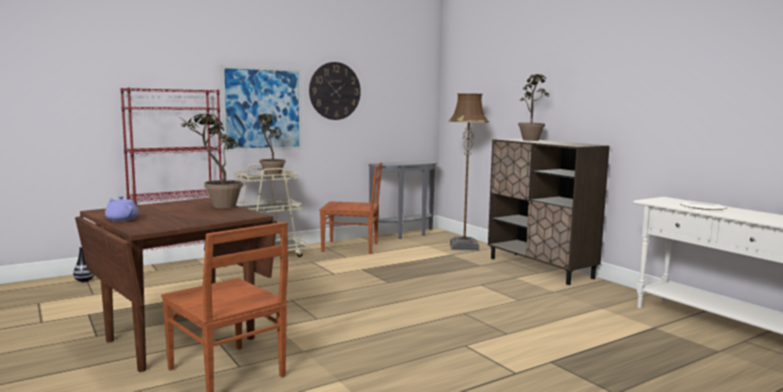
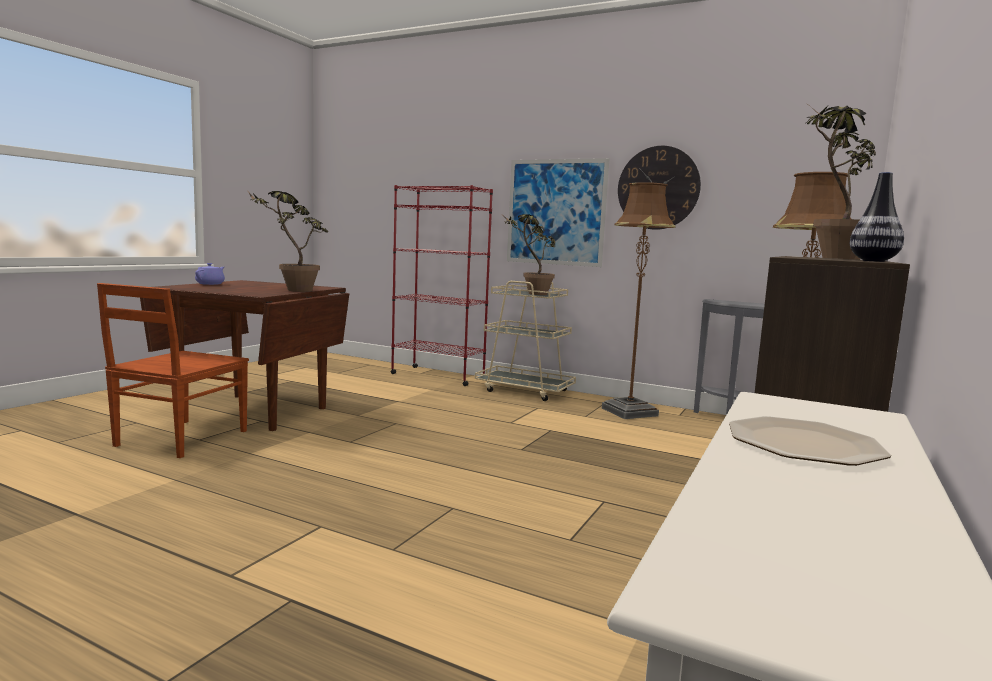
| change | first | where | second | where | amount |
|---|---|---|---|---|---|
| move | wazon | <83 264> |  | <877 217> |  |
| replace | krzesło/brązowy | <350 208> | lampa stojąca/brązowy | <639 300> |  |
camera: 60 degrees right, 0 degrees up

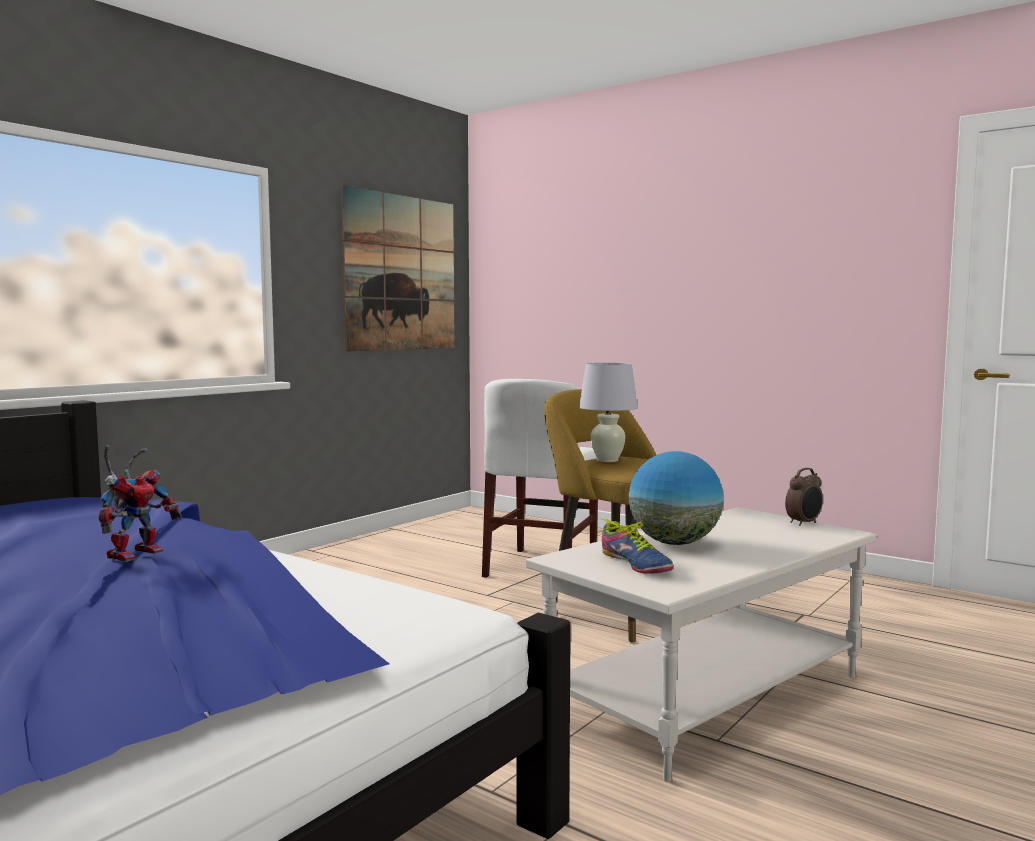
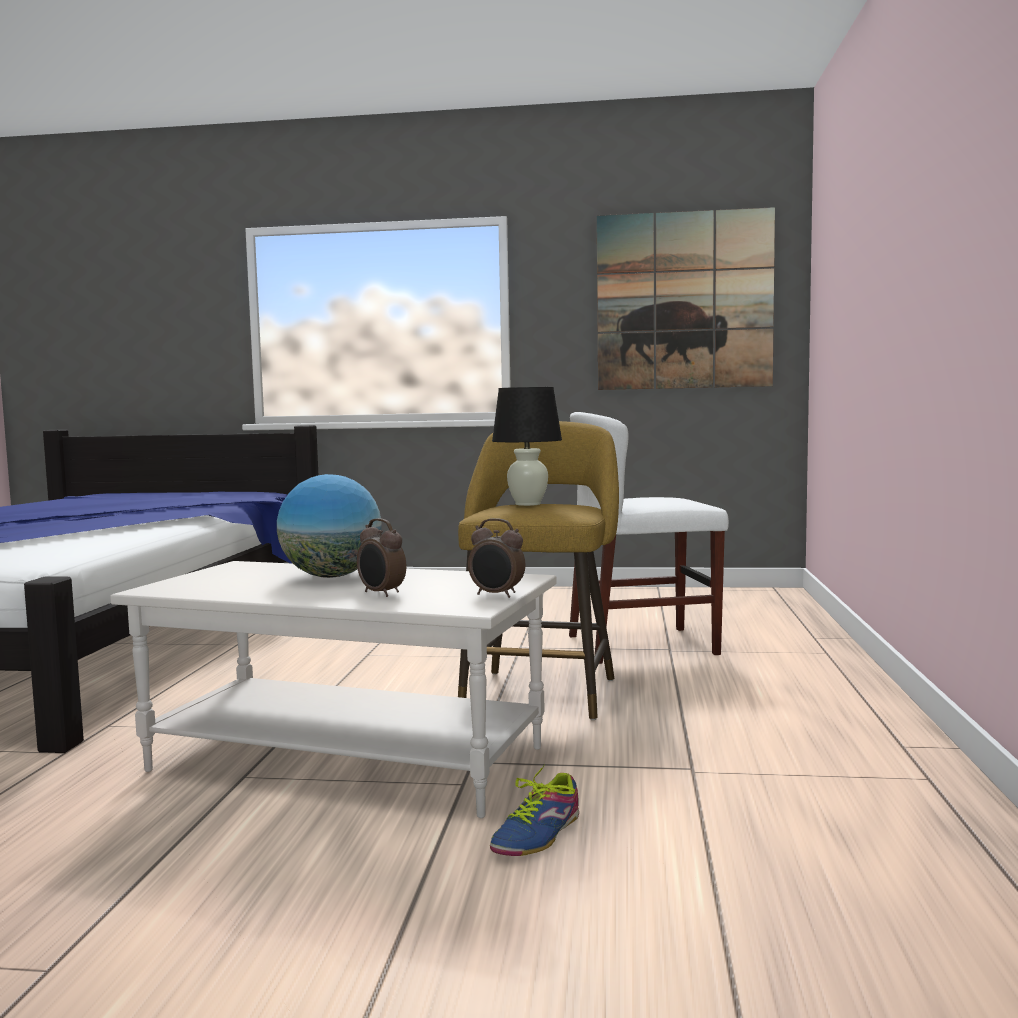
| change | first | where | second | where | amount |
|---|---|---|---|---|---|
| delete | robot zabawkowy | <140 503> |  |  |  |
| recolor | lampa stołowa/biały | <608 412> | lampa stołowa/czarny | <527 446> |  |
| move | but | <636 546> |  | <534 810> |  |
| insert |  |  | budzik | <381 557> |  |
camera: 60 degrees right, 0 degrees up

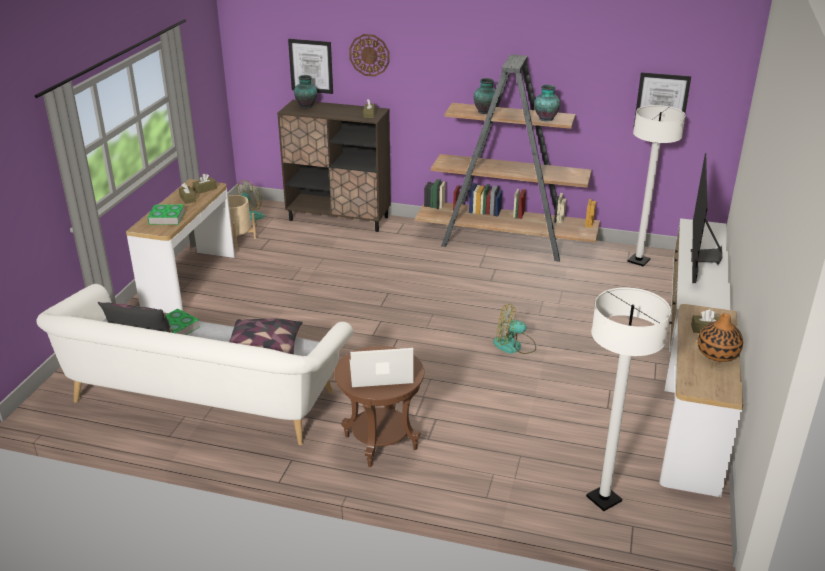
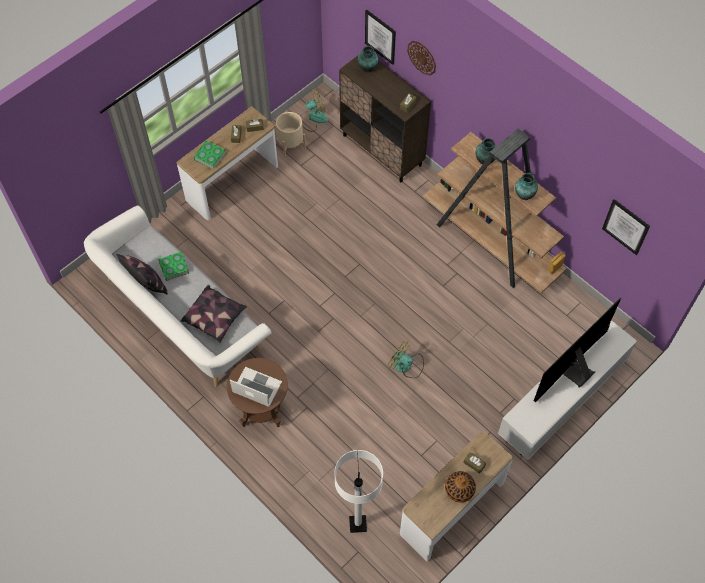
| change | first | where | second | where | amount |
|---|---|---|---|---|---|
| delete | lampa stojąca/biały | <656 186> |  |  |  |
camera: 30 degrees right, 30 degrees up

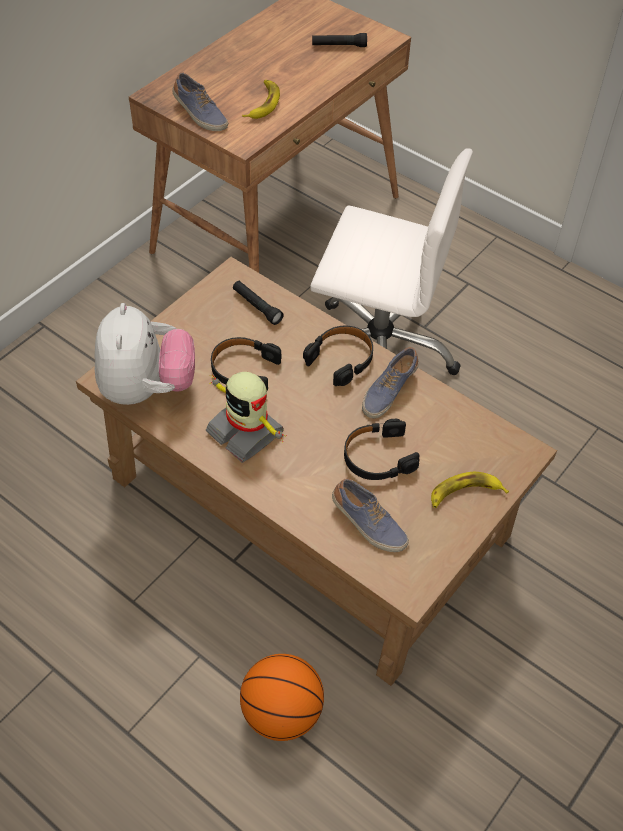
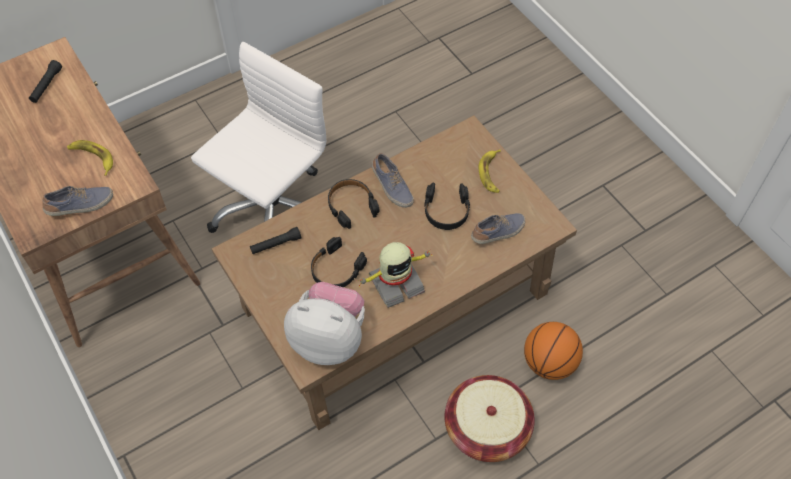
| change | first | where | second | where | amount |
|---|---|---|---|---|---|
| insert |  |  | koszyk | <489 418> |  |
camera: 70 degrees left, 5 degrees up

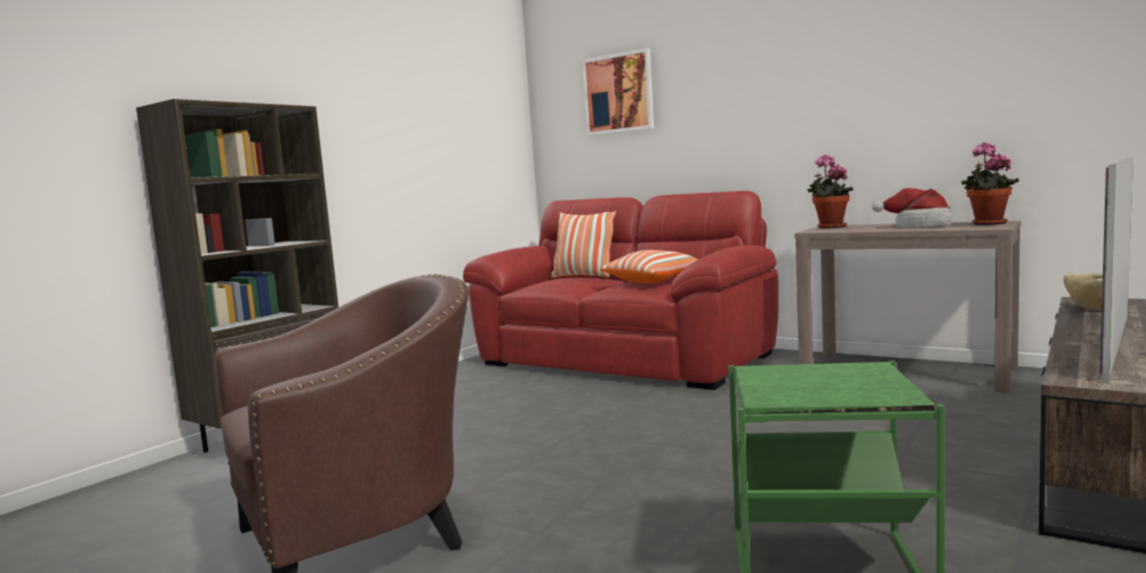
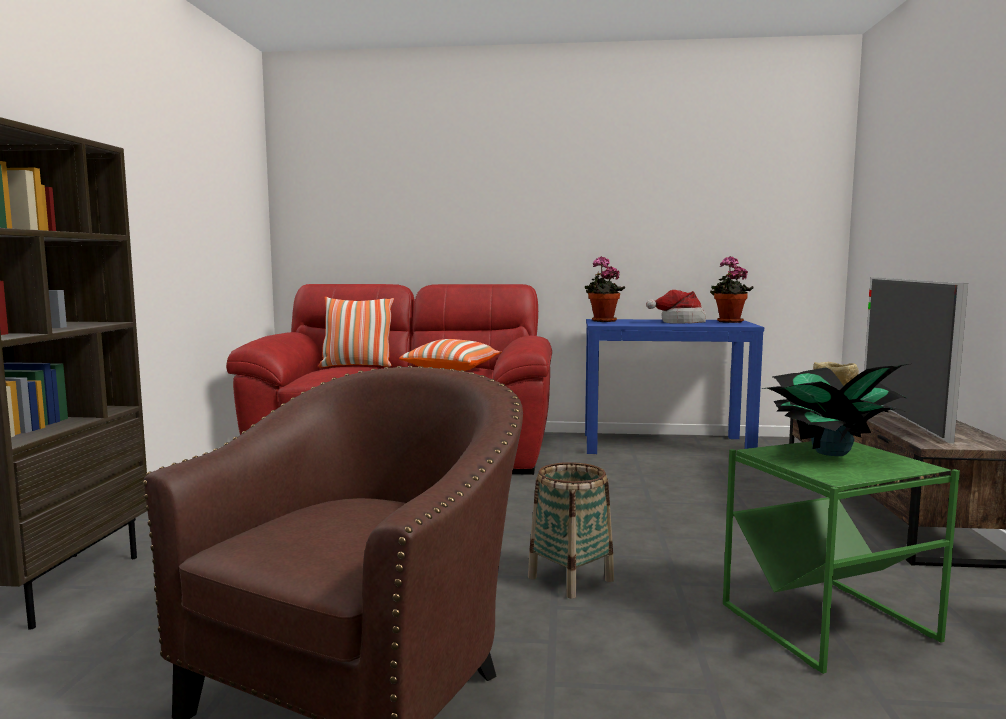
| change | first | where | second | where | amount |
|---|---|---|---|---|---|
| delete | obraz | <618 92> |  |  |  |
| recolor | stolik konsolowy/brązowy | <907 307> | stolik konsolowy/niebieski | <674 386> |  |
| insert |  |  | koszyk | <571 530> |  |
| insert |  |  | roślina doniczkowa | <835 410> |  |
camera: 30 degrees left, 0 degrees up

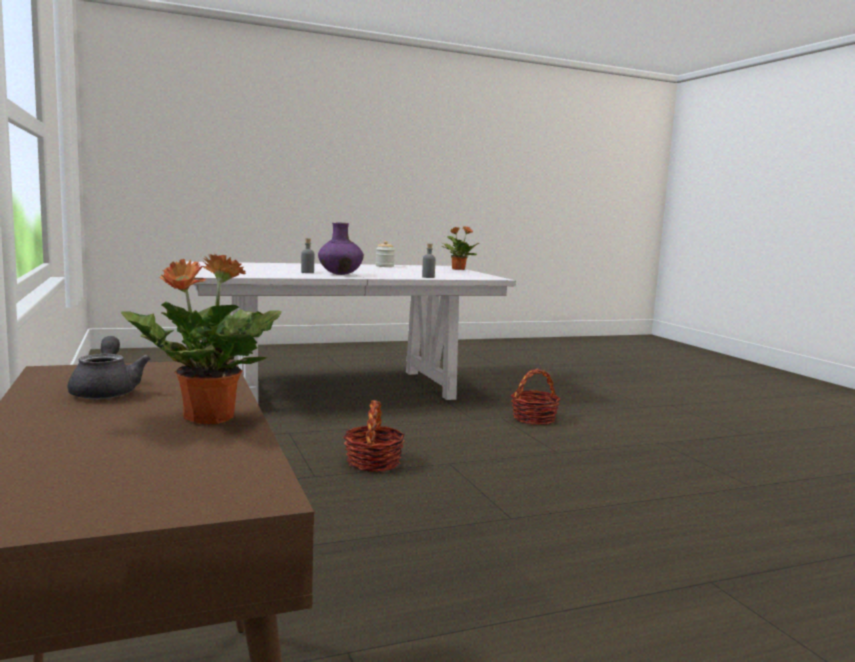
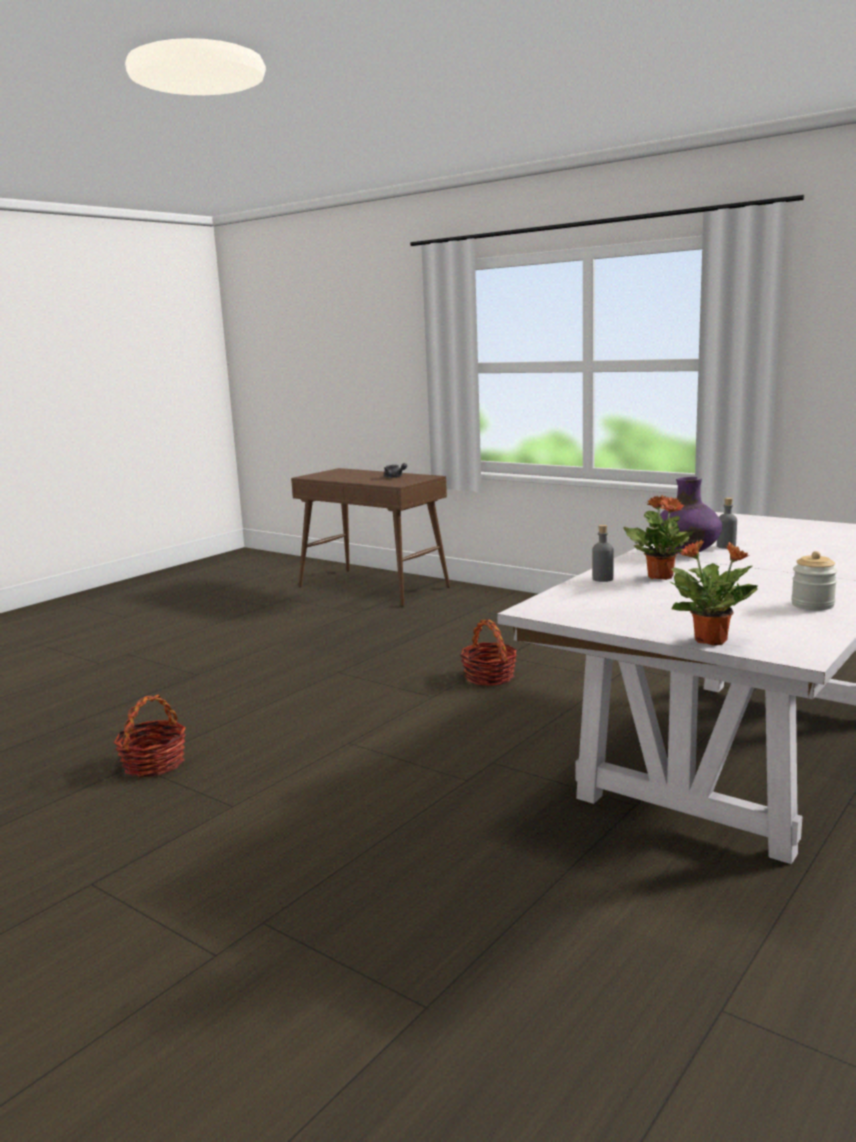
| change | first | where | second | where | amount |
|---|---|---|---|---|---|
| move | roślina doniczkowa | <201 339> |  | <659 537> |  |
| move | koszyk | <536 397> |  | <149 736> |  |
camera: 150 degrees right, 5 degrees up

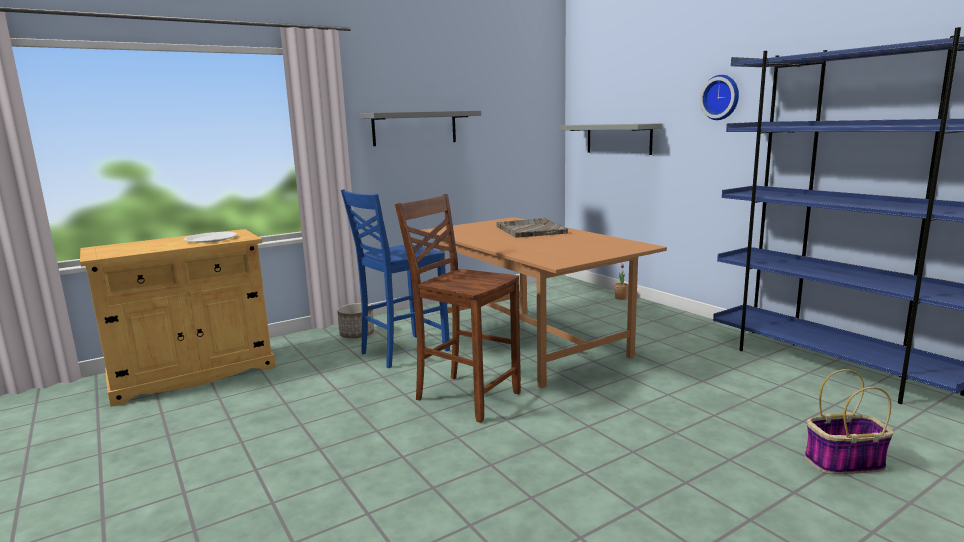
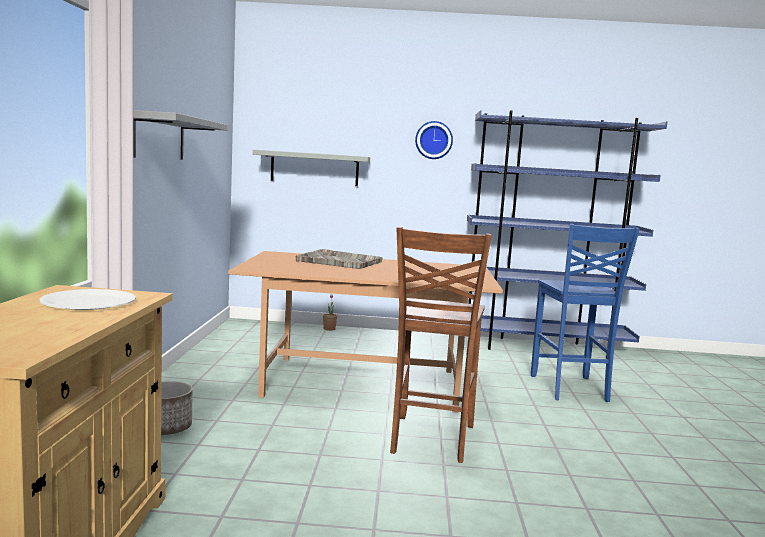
| change | first | where | second | where | amount |
|---|---|---|---|---|---|
| move | krzesło/niebieski | <395 278> |  | <585 313> |  |
| rotate | krzesło/brązowy | <458 308> |  | <441 345> | 60 degrees counterclockwise |
| delete | koszyk | <849 421> |  |  |  |
camera: 55 degrees left, 5 degrees down

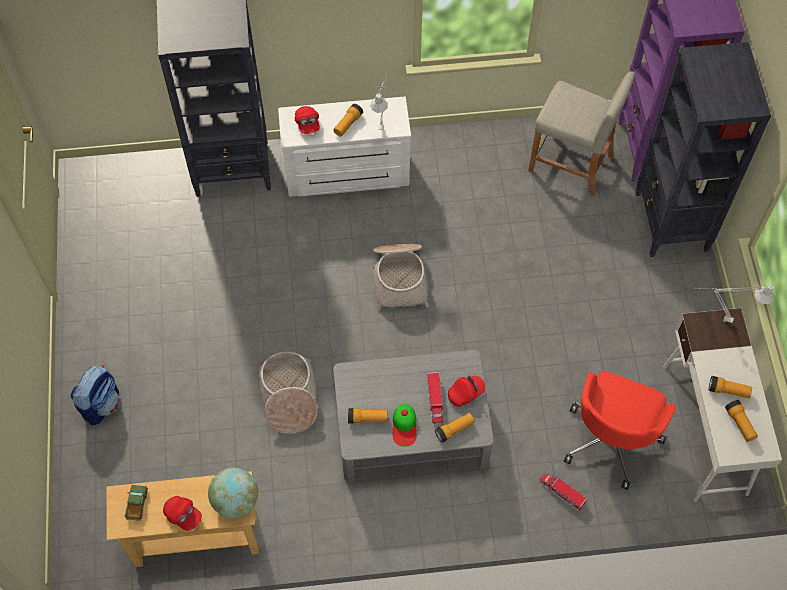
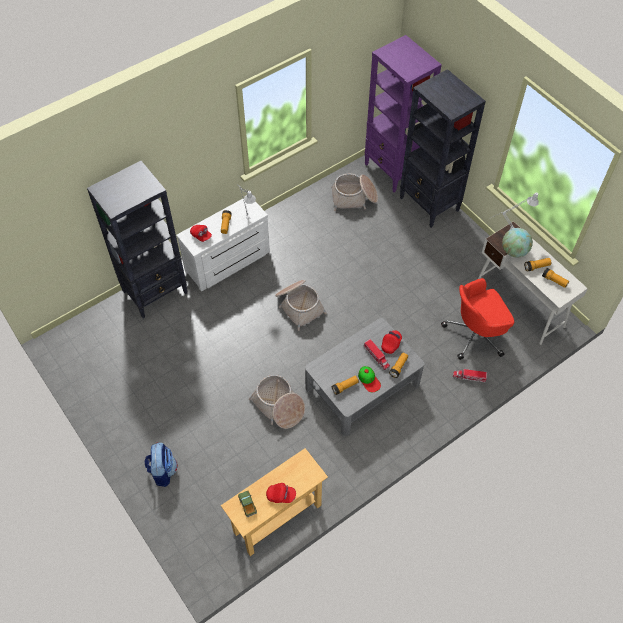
| change | first | where | second | where | amount |
|---|---|---|---|---|---|
| move | globus | <233 493> |  | <517 243> |  |
| replace | stołek/beżowy | <581 133> | koszyk | <354 192> |  |
| rotate | krzesło biurowe/czerwony | <620 431> |  | <477 319> | 75 degrees clockwise |
camera: 30 degrees left, 5 degrees down

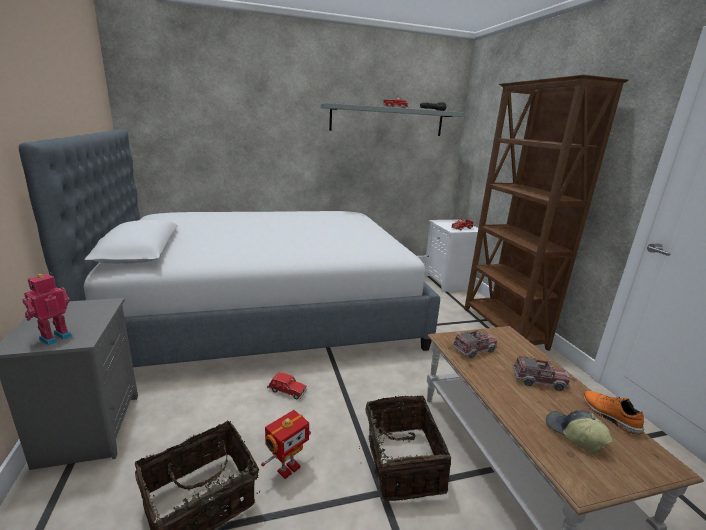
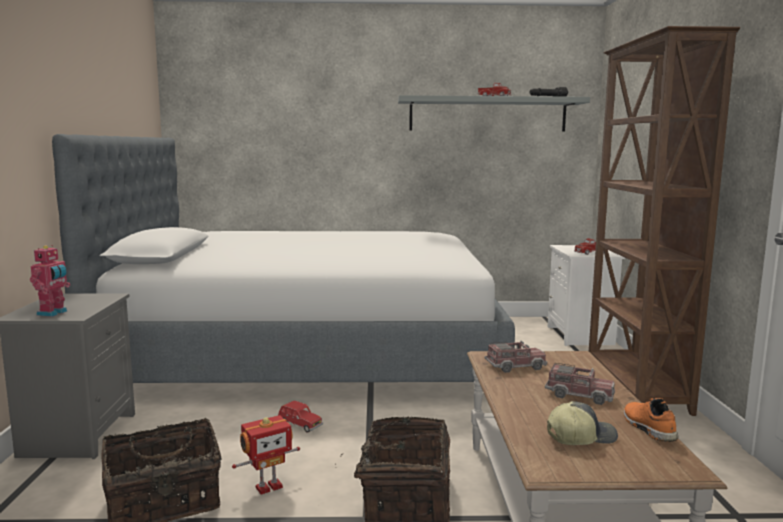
| change | first | where | second | where | amount |
|---|---|---|---|---|---|
| rotate | robot zabawkowy | <47 308> |  | <50 281> | 150 degrees clockwise |
| rotate | czapka z daszkiem | <579 432> |  | <582 423> | 90 degrees clockwise |
camera: 15 degrees right, 10 degrees down

